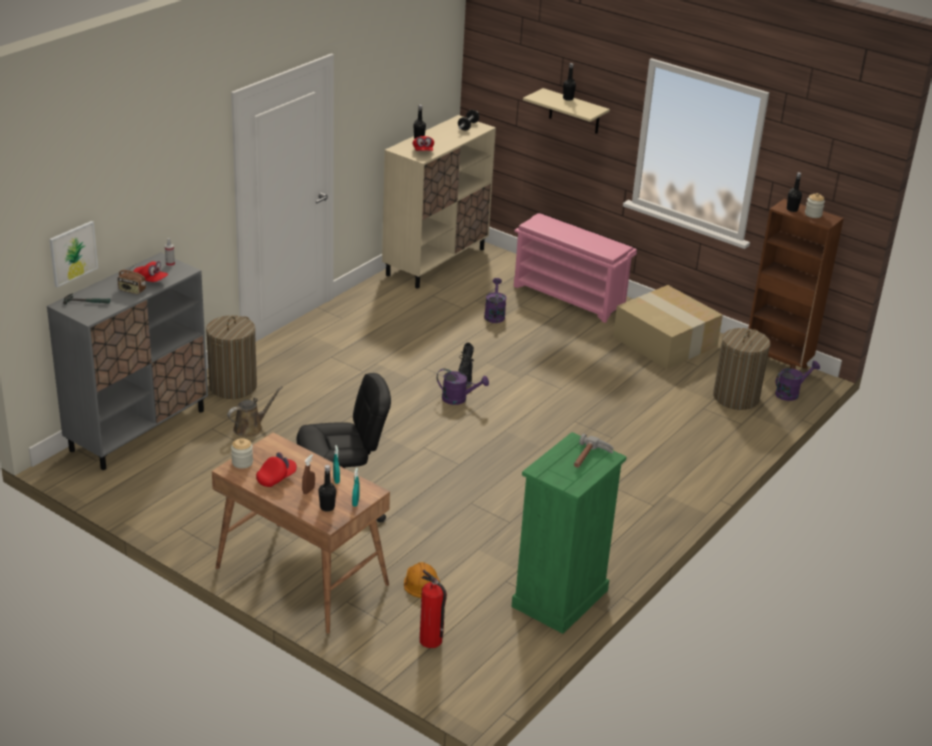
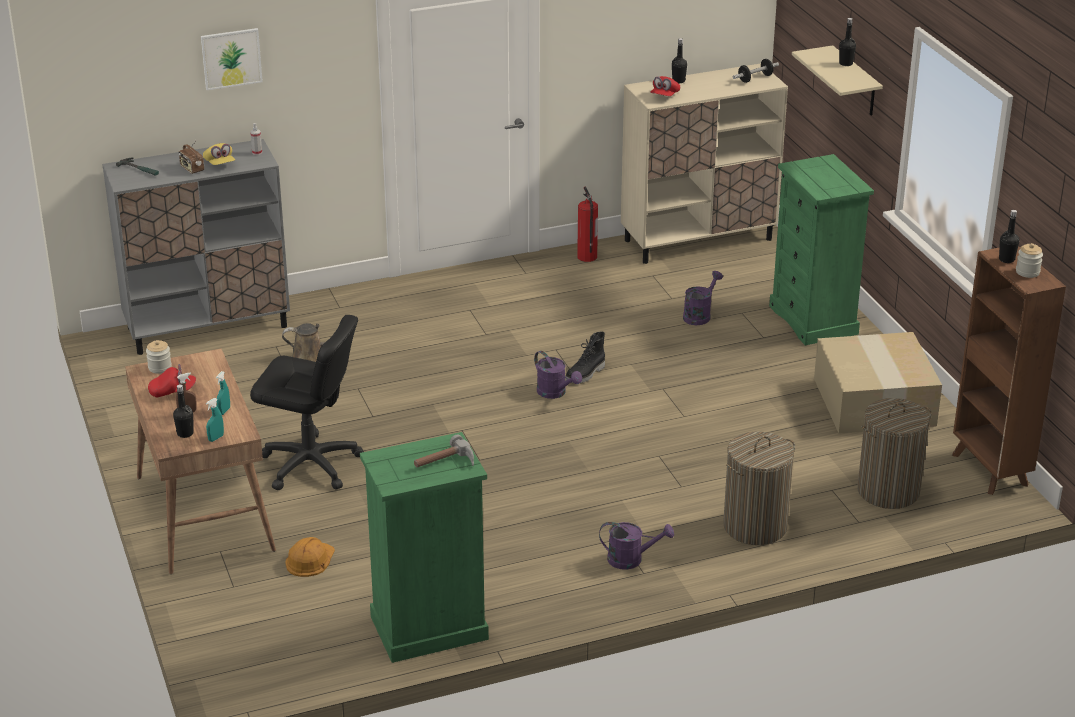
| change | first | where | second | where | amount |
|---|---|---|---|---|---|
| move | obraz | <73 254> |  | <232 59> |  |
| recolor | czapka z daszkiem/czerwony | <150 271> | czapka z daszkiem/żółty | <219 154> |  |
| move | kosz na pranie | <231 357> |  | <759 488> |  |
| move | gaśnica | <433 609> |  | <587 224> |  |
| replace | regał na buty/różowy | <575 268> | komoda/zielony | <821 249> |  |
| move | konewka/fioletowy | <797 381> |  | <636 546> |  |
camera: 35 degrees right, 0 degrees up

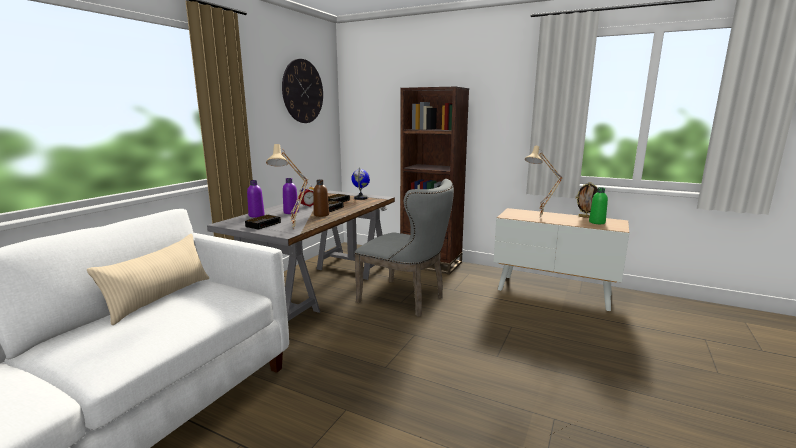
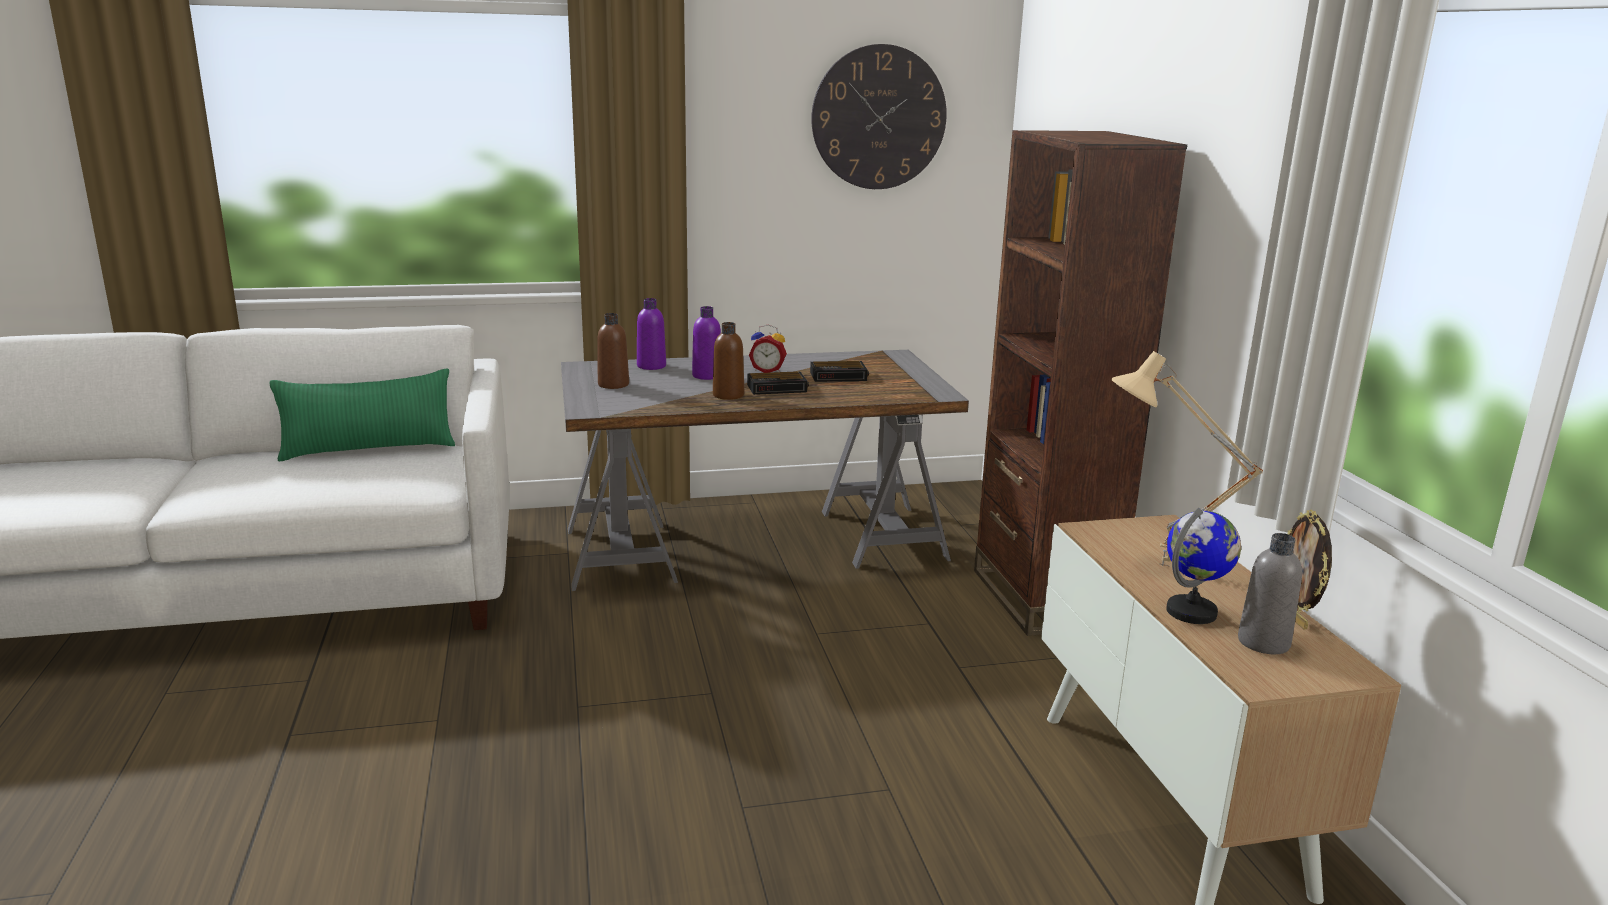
| change | first | where | second | where | amount |
|---|---|---|---|---|---|
| recolor | poduszka/beżowy | <148 279> | poduszka/zielony | <362 415> |  |
| replace | budzik | <263 222> | butelka/brązowy | <613 351> |  |
| delete | lampa stołowa/beżowy | <287 186> |  |  |  |
| move | globus | <360 183> |  | <1203 566> |  |
| delete | krzesło/szary | <404 248> |  |  |  |
| recolor | butelka/zielony | <598 206> | butelka/szary | <1270 593> |  |
camera: 50 degrees right, 5 degrees up

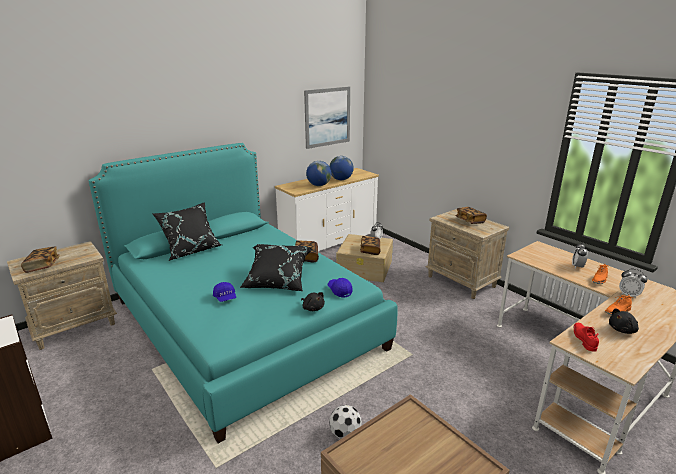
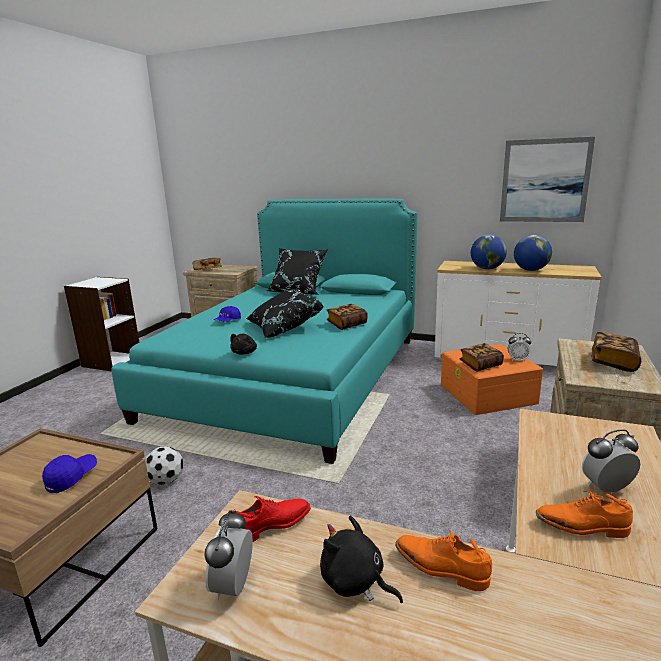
| change | first | where | second | where | amount |
|---|---|---|---|---|---|
| move | czapka z daszkiem/niebieski | <340 288> |  | <69 473> |  |
| recolor | pojemnik do przechowywania/beżowy | <364 258> | pojemnik do przechowywania/pomarańczowy | <492 379> |  |
| move | budzik | <633 284> |  | <228 555> |  |
camera: 60 degrees right, 5 degrees down

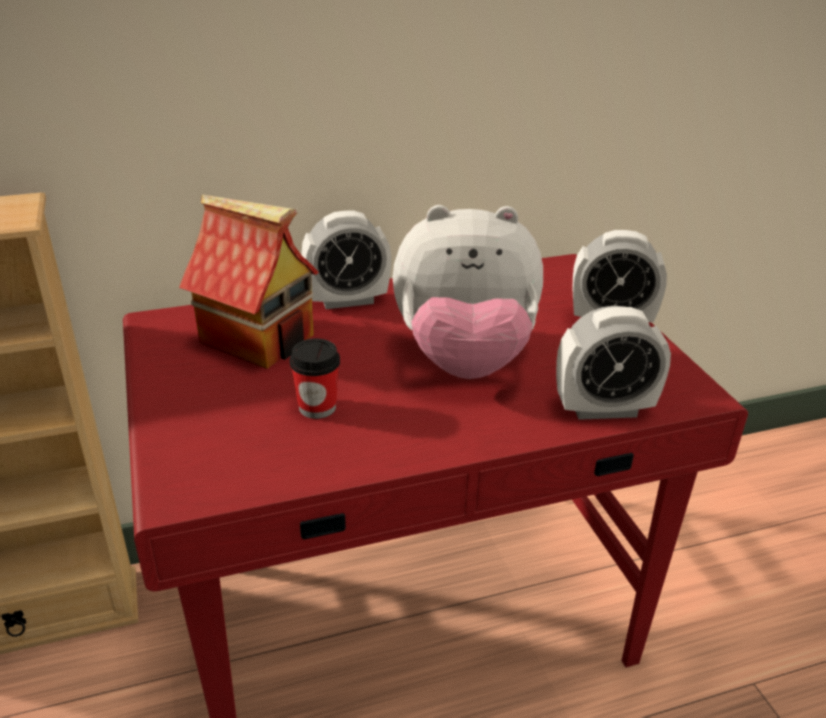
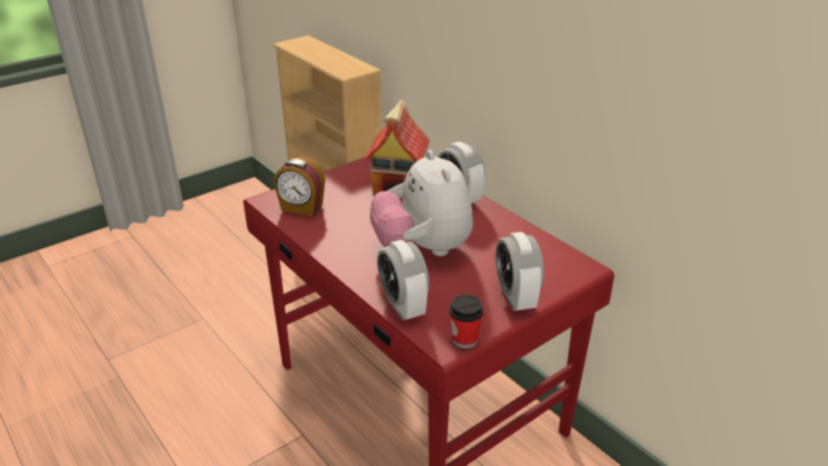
| change | first | where | second | where | amount |
|---|---|---|---|---|---|
| move | filiżanka | <315 379> |  | <466 322> |  |
| insert |  |  | budzik | <299 187> |  |
camera: 70 degrees right, 0 degrees up

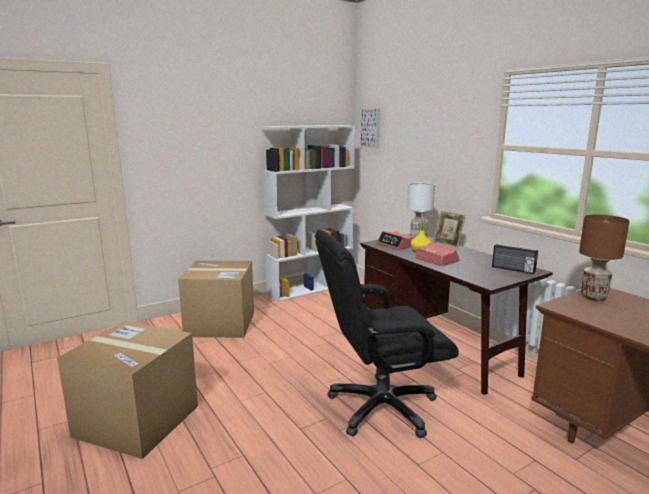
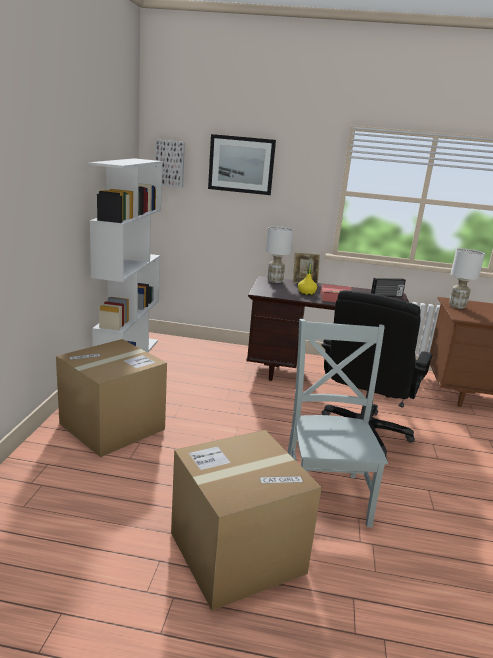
| change | first | where | second | where | amount |
|---|---|---|---|---|---|
| delete | budzik | <396 240> |  |  |  |
| recolor | lampa stołowa/brązowy | <604 258> | lampa stołowa/biały | <467 278> |  |
| insert |  |  | obraz | <242 164> |  |
| insert |  |  | krzesło/szary | <338 423> |  |
camera: 50 degrees left, 5 degrees up

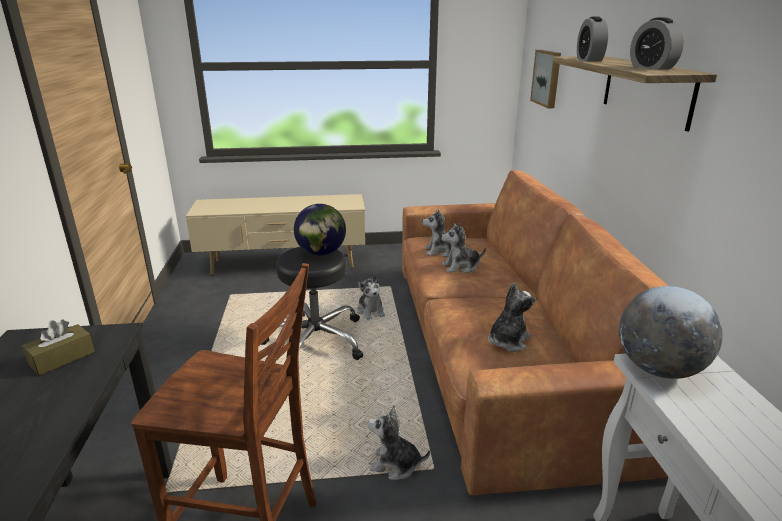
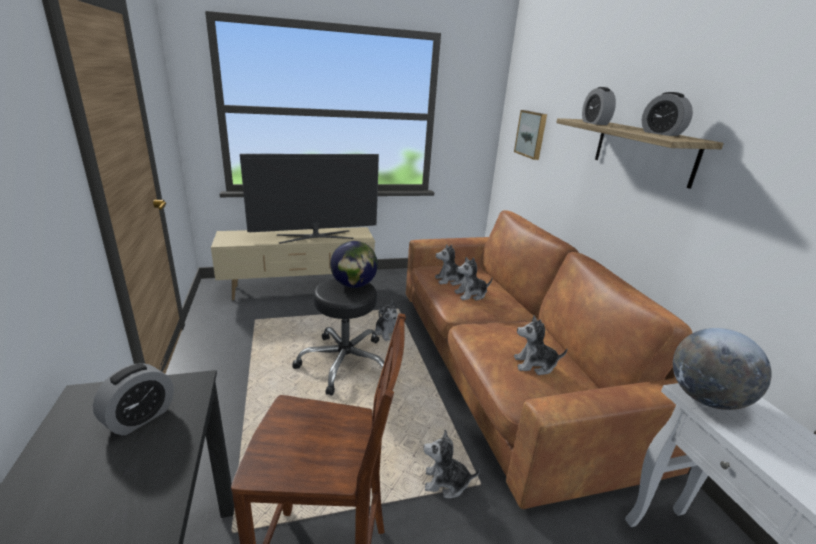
| change | first | where | second | where | amount |
|---|---|---|---|---|---|
| replace | pudełko chusteczek/brązowy | <58 348> | budzik | <133 399> |  |
| rotate | pluszak | <512 317> |  | <540 345> | 120 degrees counterclockwise |
| insert |  |  | telewizor | <309 199> |  |
camera: 10 degrees left, 0 degrees up

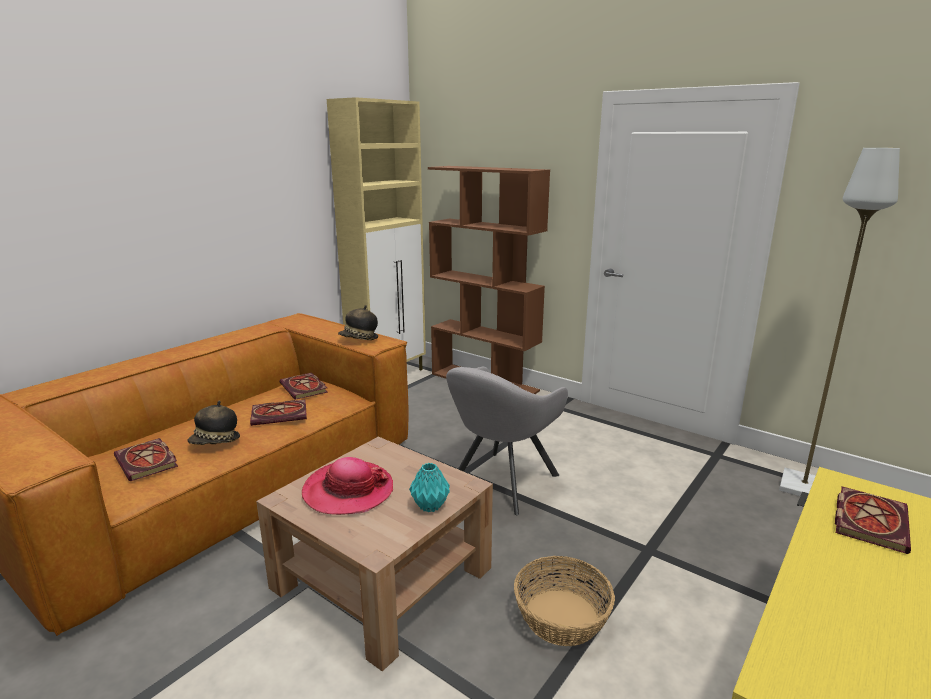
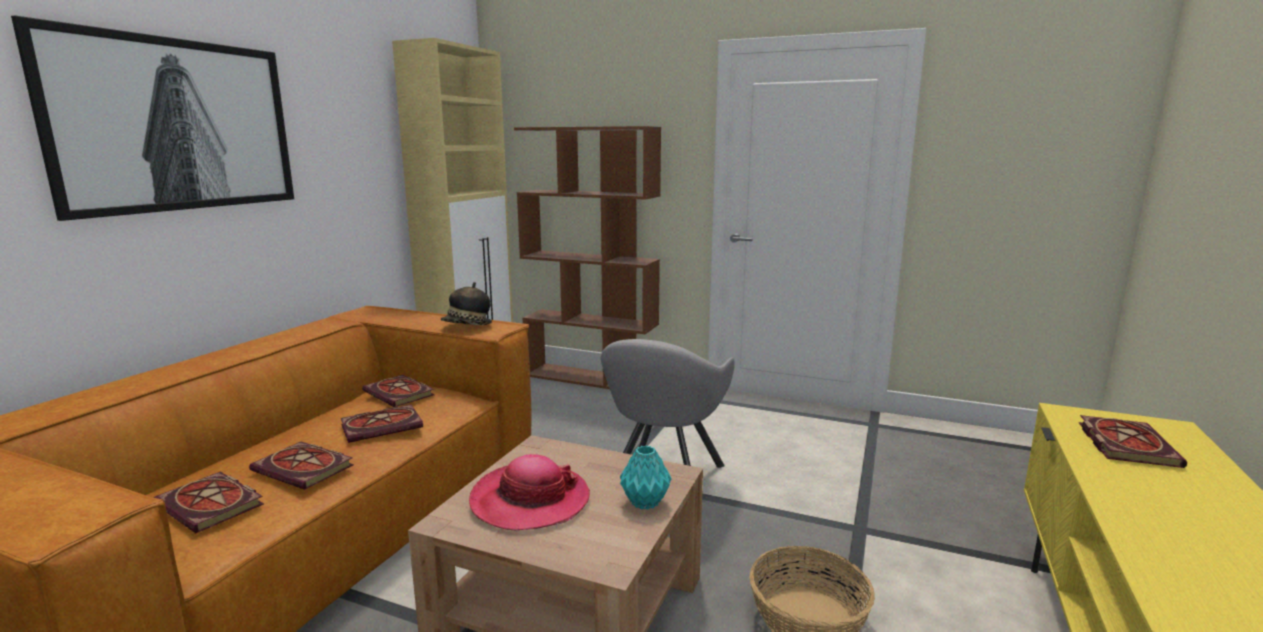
| change | first | where | second | where | amount |
|---|---|---|---|---|---|
| replace | kapelusz | <213 423> | książka | <301 466> |  |
| delete | lampa stojąca/szary | <839 322> |  |  |  |
| insert |  |  | obraz | <152 118> |  |
camera: 15 degrees left, 5 degrees down

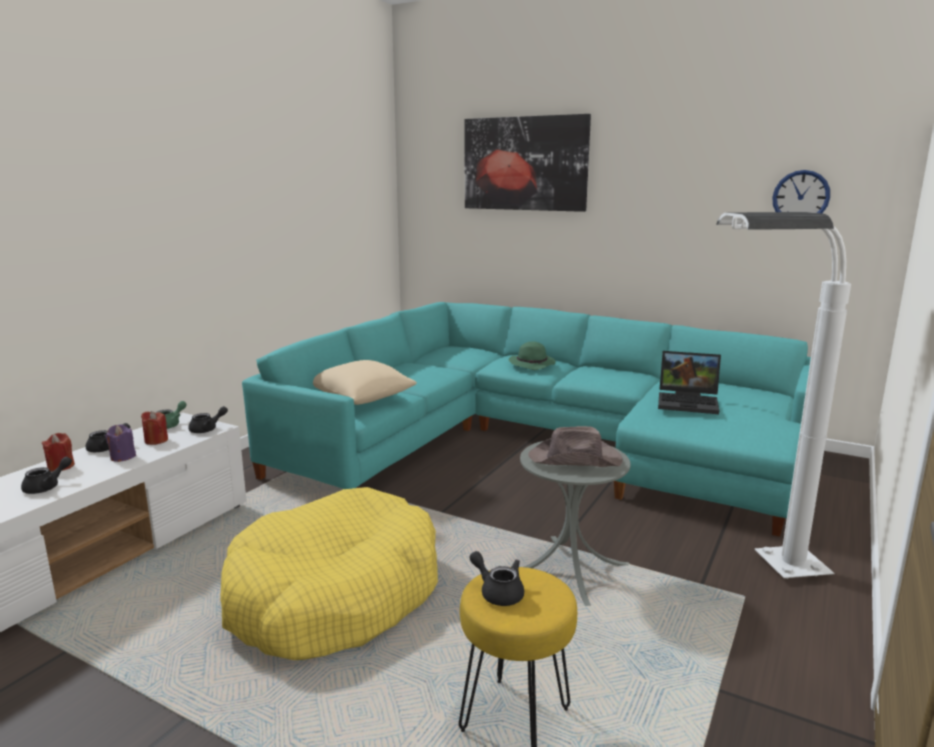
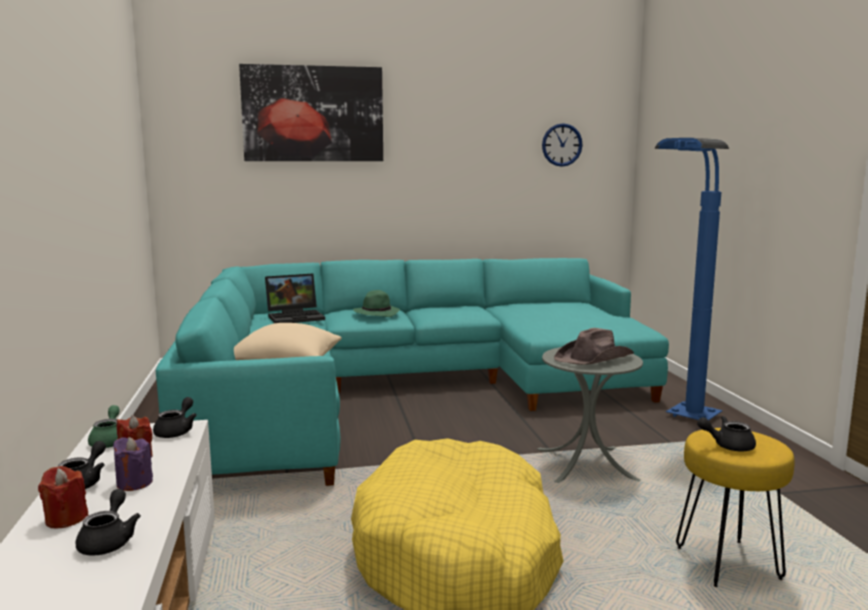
| change | first | where | second | where | amount |
|---|---|---|---|---|---|
| move | laptop | <689 382> |  | <295 298> |  |
| recolor | lampa stojąca/biały | <783 395> | lampa stojąca/niebieski | <692 279> |  |
camera: 40 degrees left, 5 degrees down

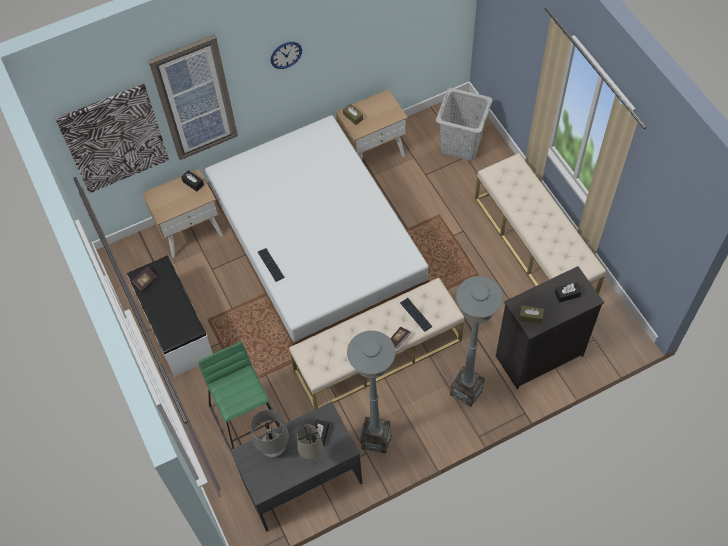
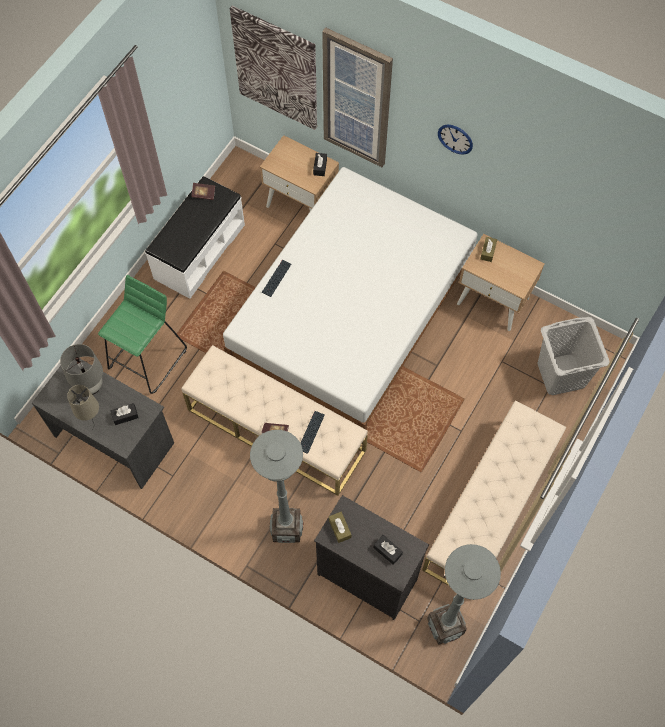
| change | first | where | second | where | amount |
|---|---|---|---|---|---|
| move | lampa stojąca/szary | <371 392> |  | <464 594> |  |
camera: 55 degrees right, 5 degrees up

